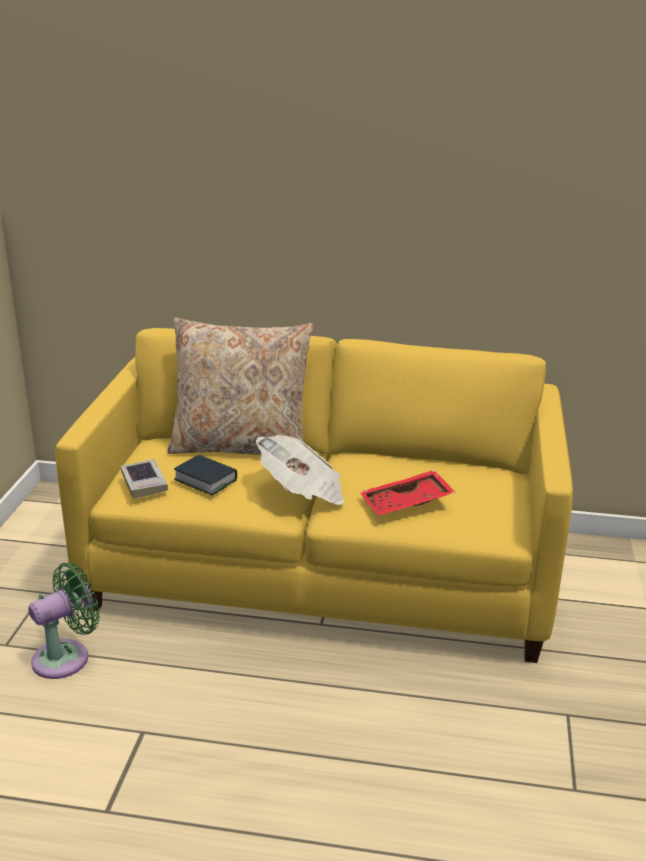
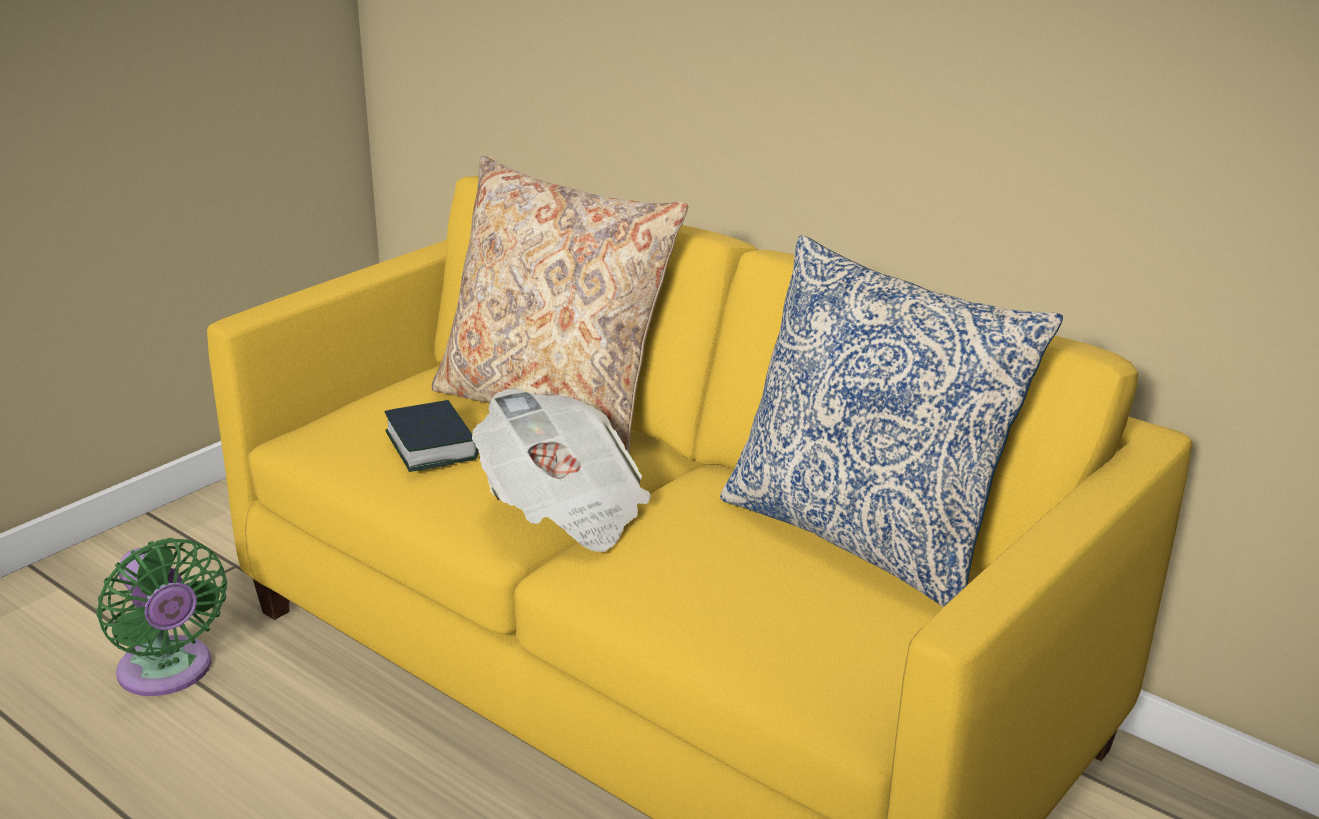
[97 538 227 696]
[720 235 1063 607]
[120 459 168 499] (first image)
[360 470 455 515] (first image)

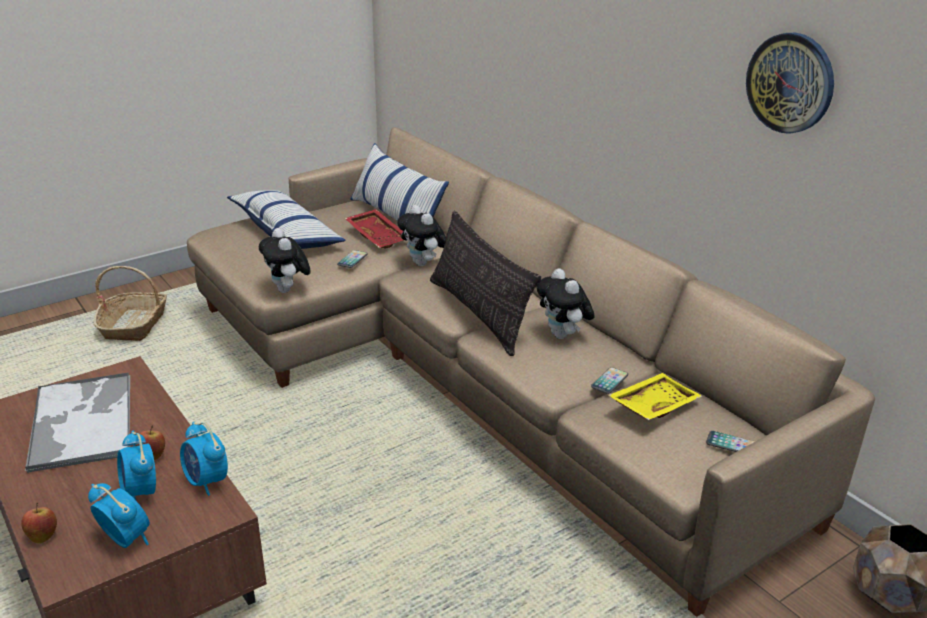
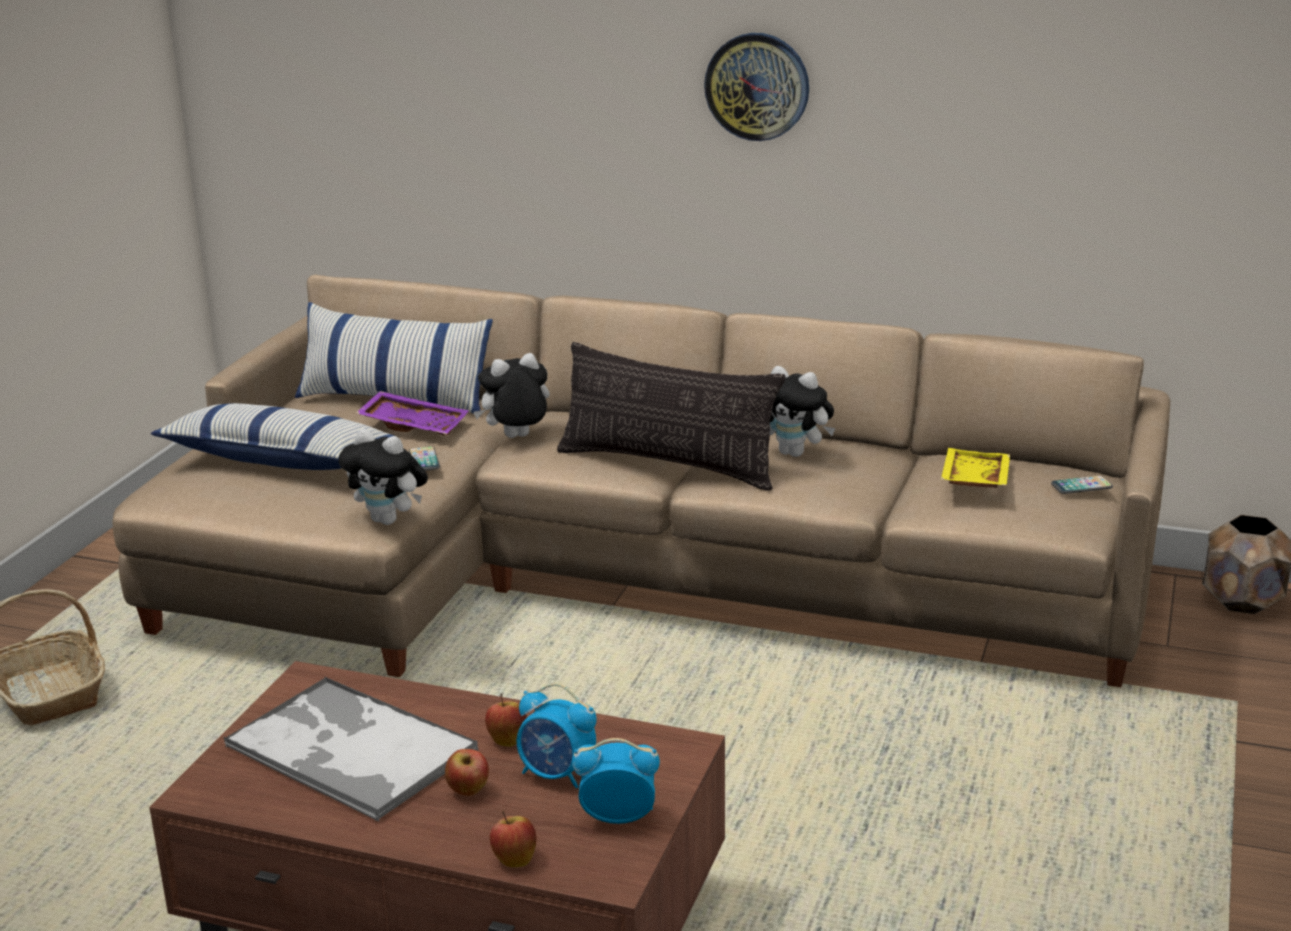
[356 391 469 435]
[445 749 489 796]
[473 353 550 438]
[704 33 809 141]
[180 422 228 496] (first image)
[591 367 628 394] (first image)

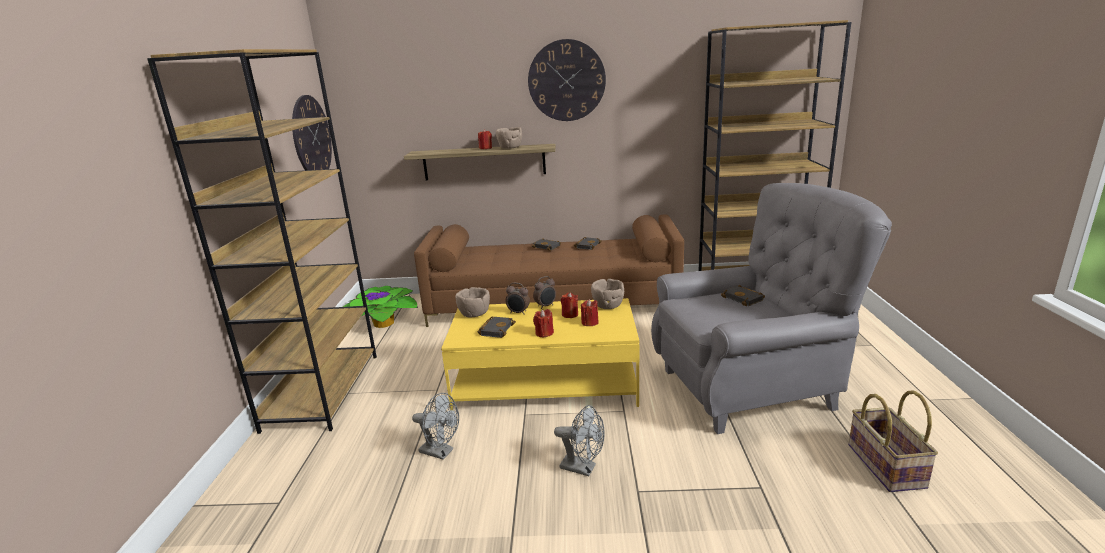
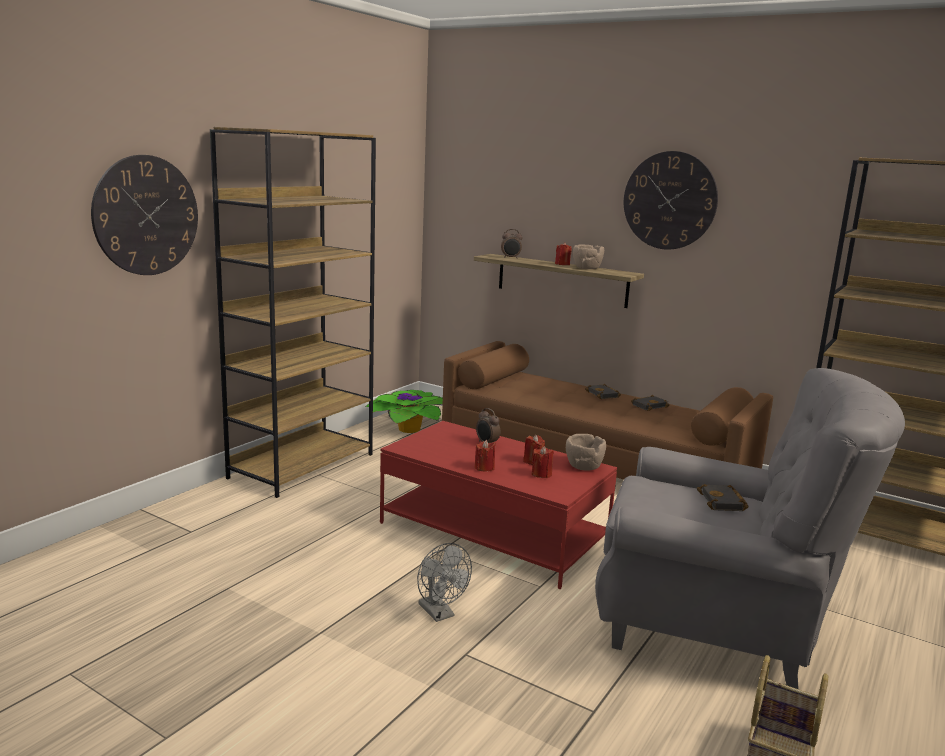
[91 155 198 275]
[380 421 617 589]
[501 229 523 259]
[412 393 459 460] (first image)
[455 287 490 318] (first image)
[478 316 516 338] (first image)

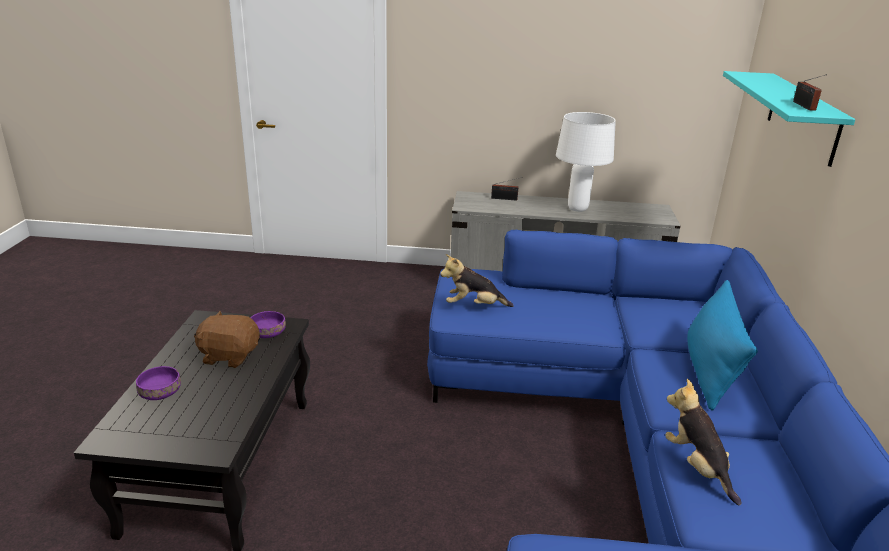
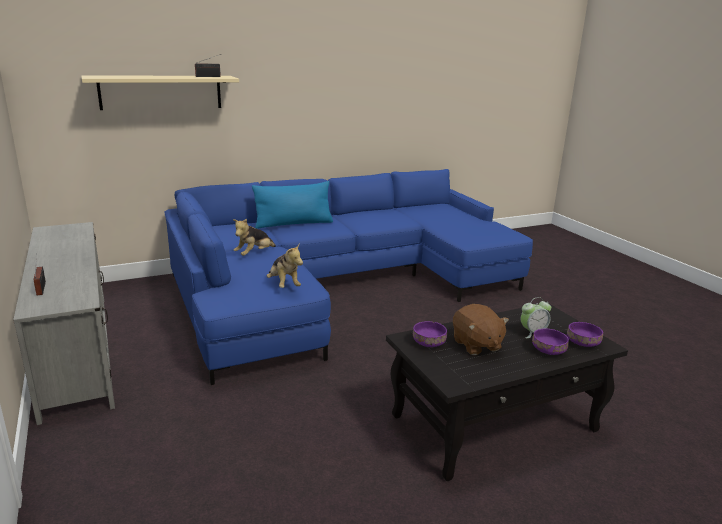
[81 75 239 110]
[233 218 276 256]
[521 297 551 338]
[567 322 603 347]
[556 112 616 212] (first image)

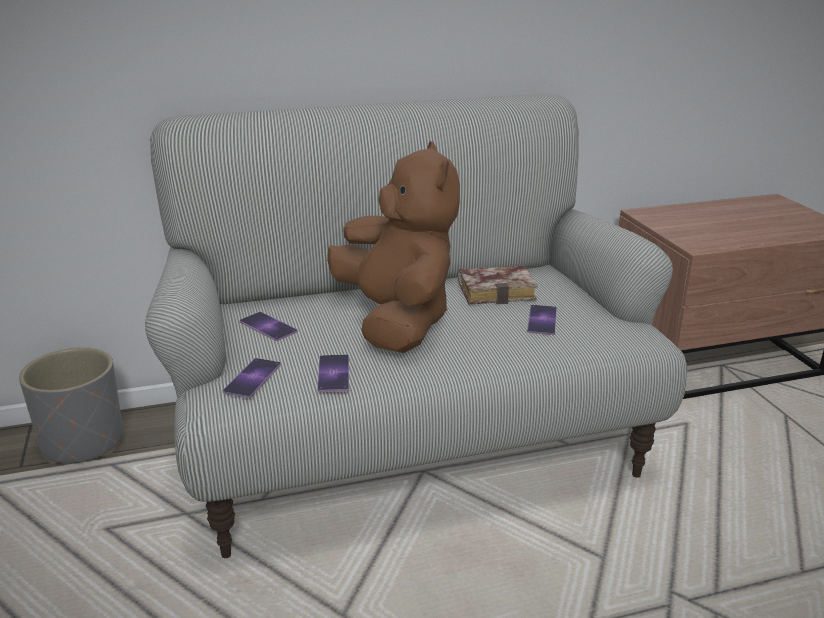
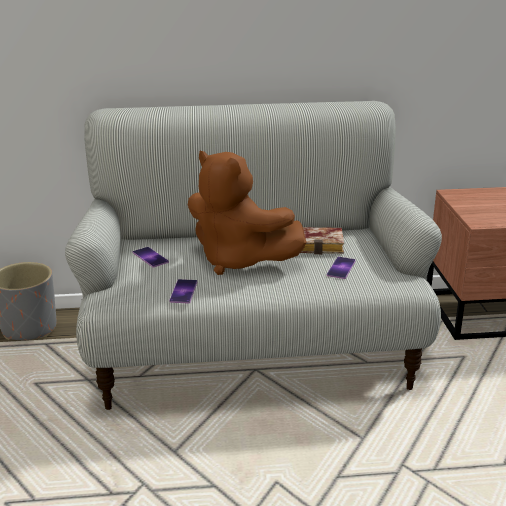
[188 151 307 275]
[223 358 281 398] (first image)

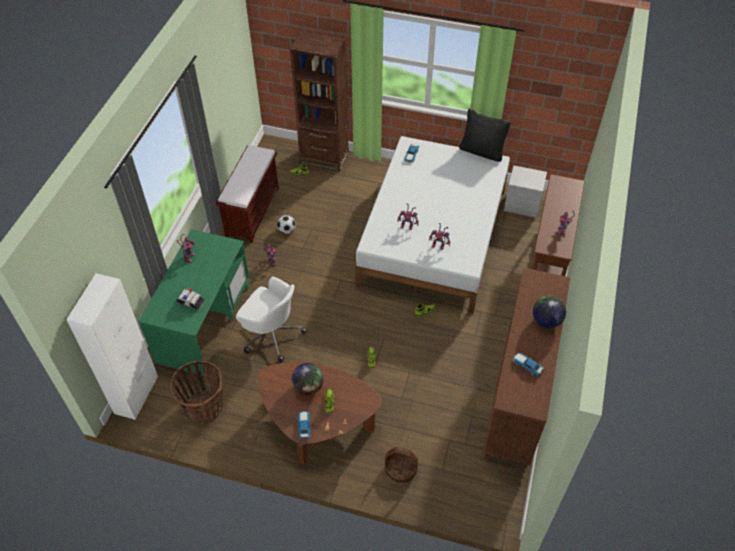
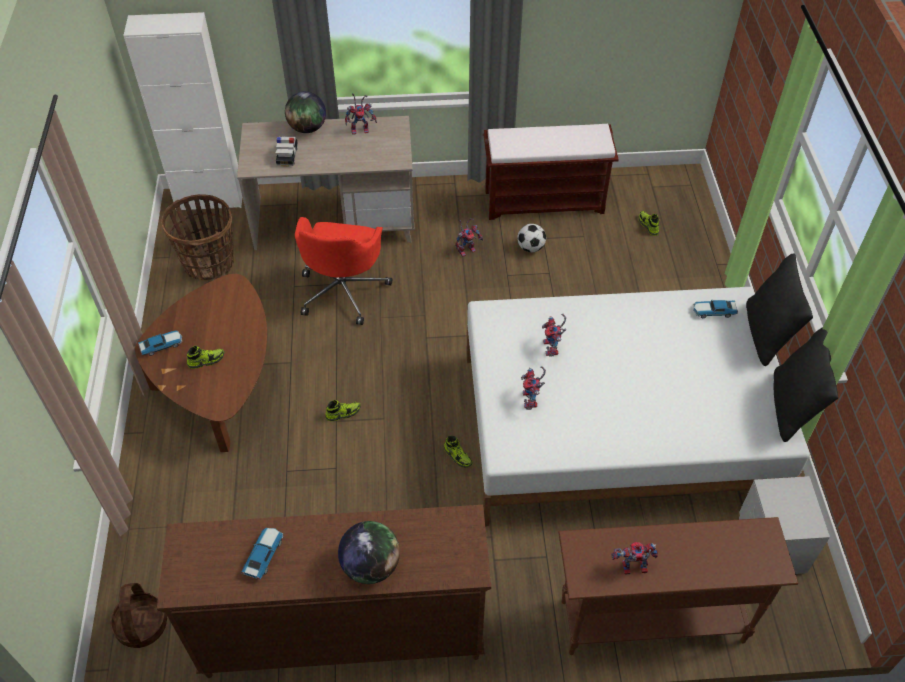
[110 583 167 648]
[237 116 415 250]
[285 91 326 133]
[295 217 392 325]
[746 253 813 366]
[290 30 349 171] (first image)

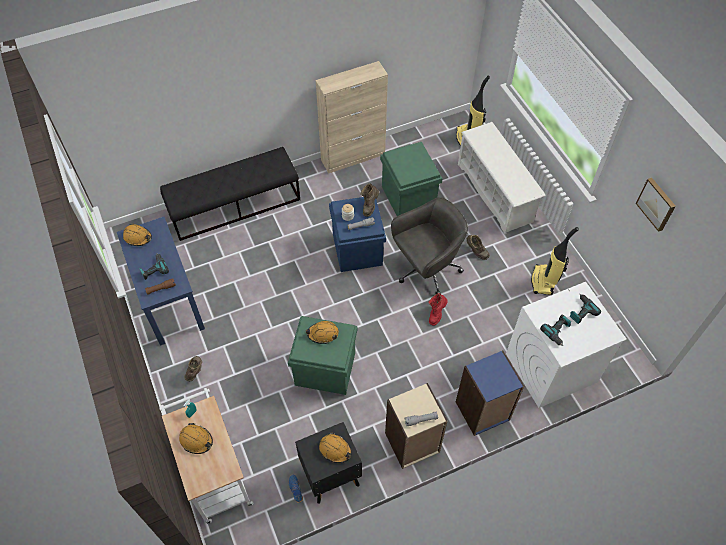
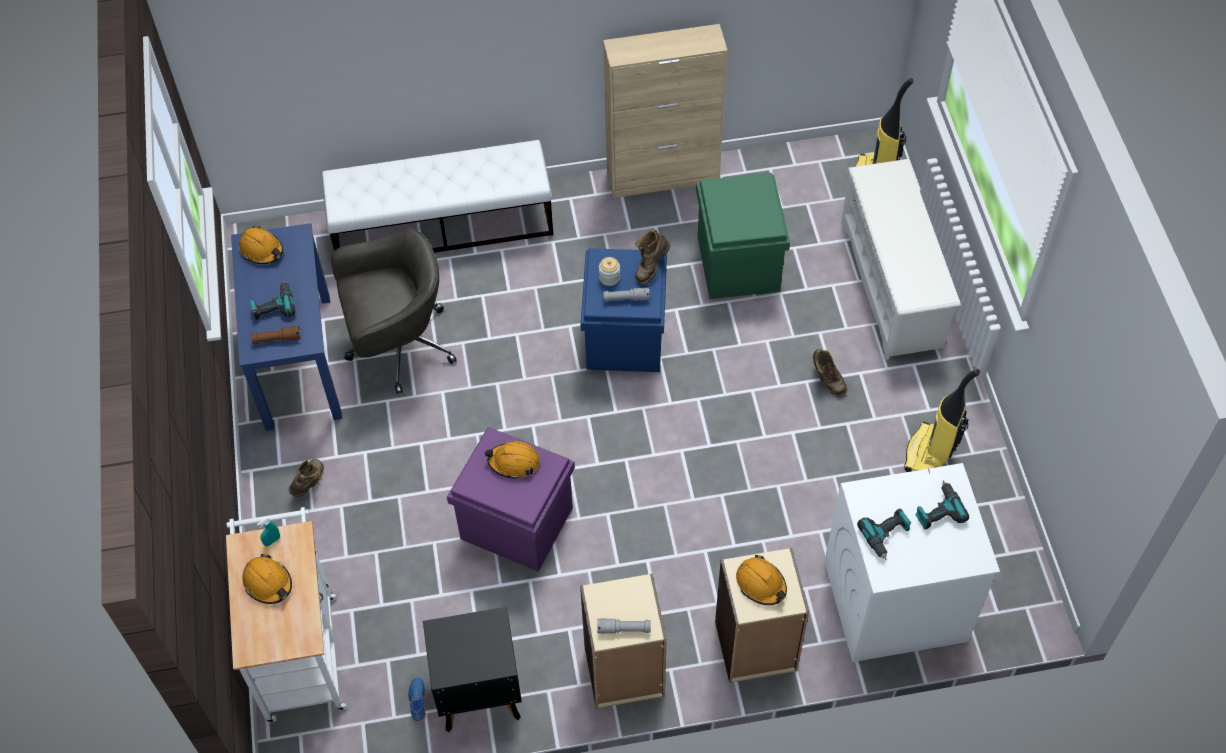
[322 140 553 253]
[331 228 457 394]
[447 427 575 572]
[715 548 809 683]
[736 555 787 605]
[428 293 448 325] (first image)
[636 177 676 232] (first image)

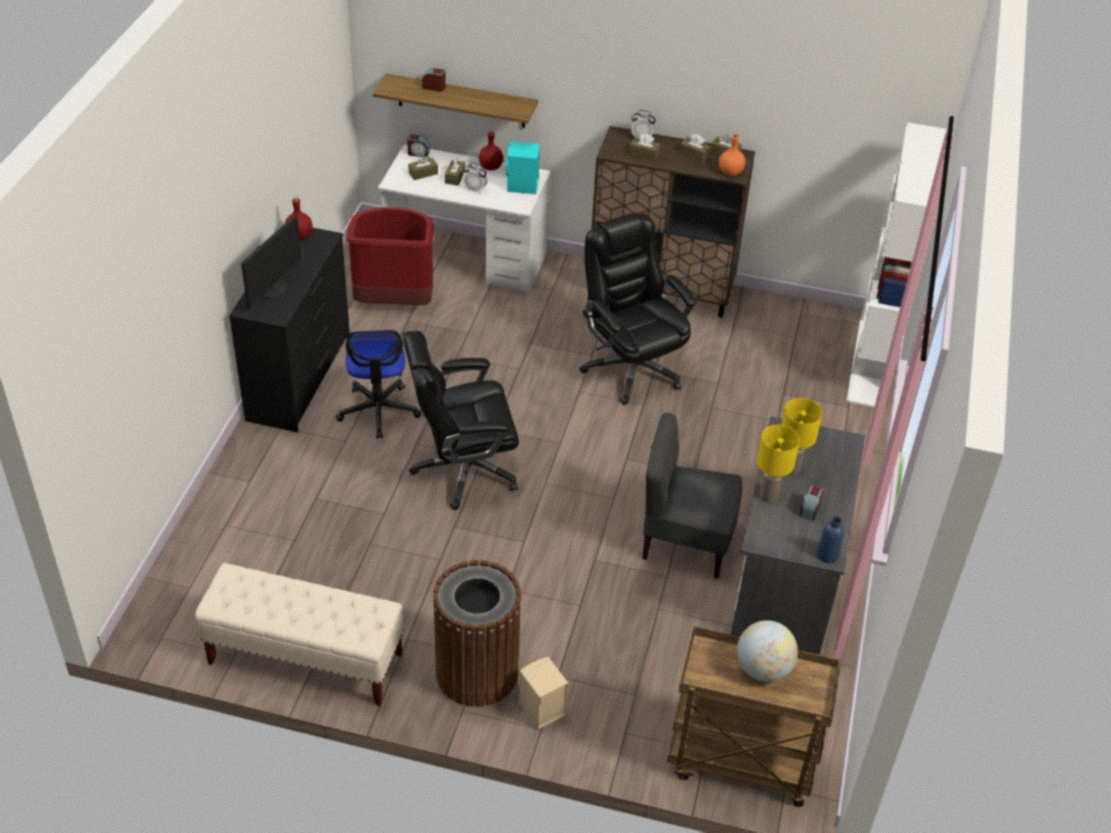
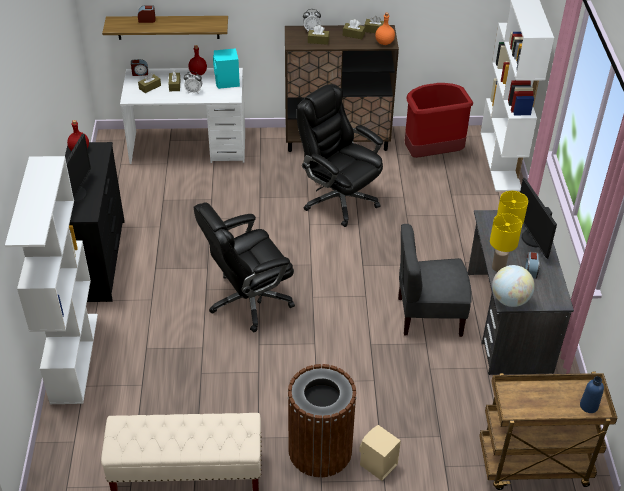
[5 156 98 404]
[405 83 473 158]
[492 265 535 307]
[520 178 557 259]
[580 376 604 413]
[336 330 422 439] (first image)

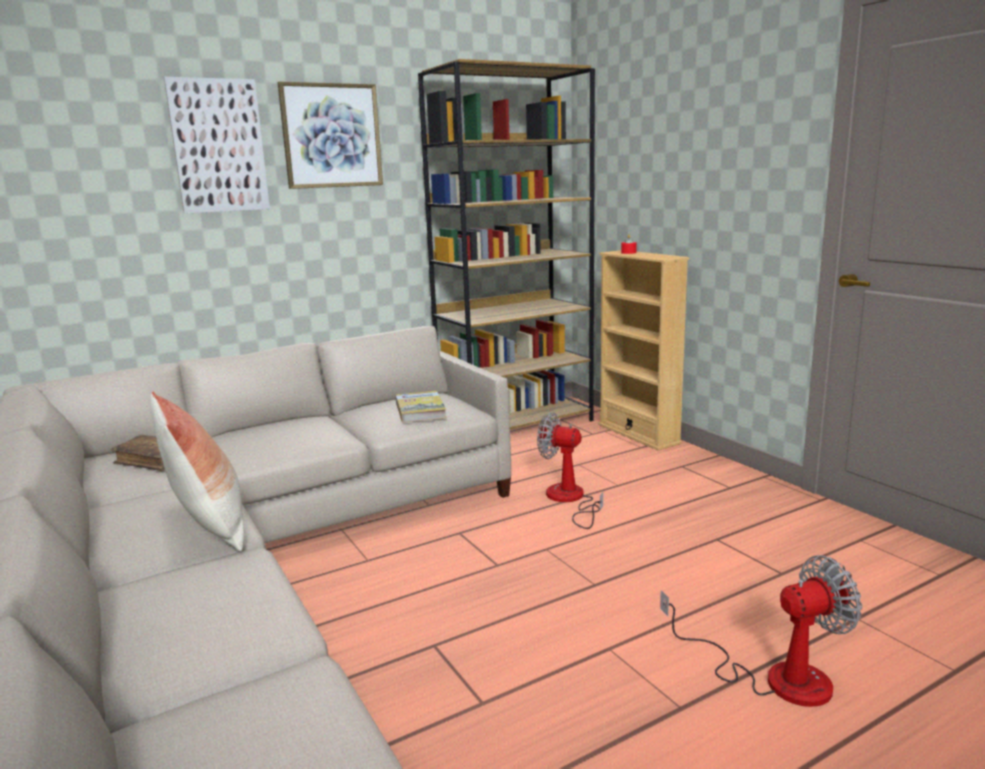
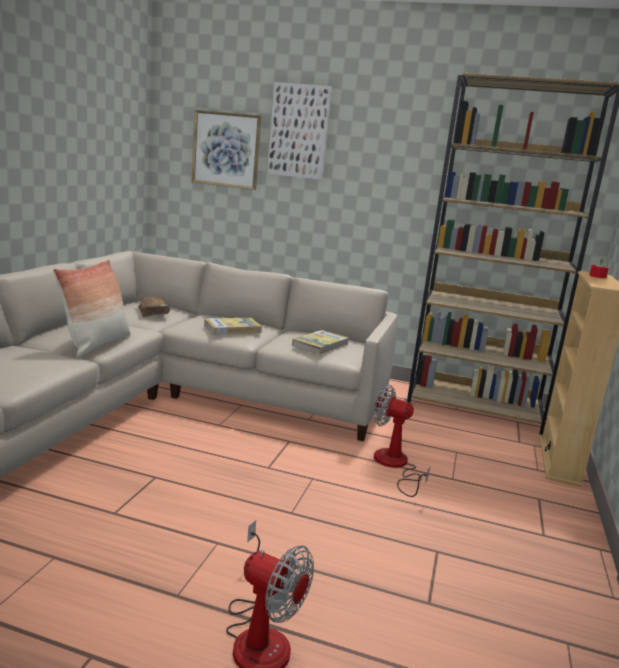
[192 110 262 190]
[204 318 262 335]
[373 385 431 497]

